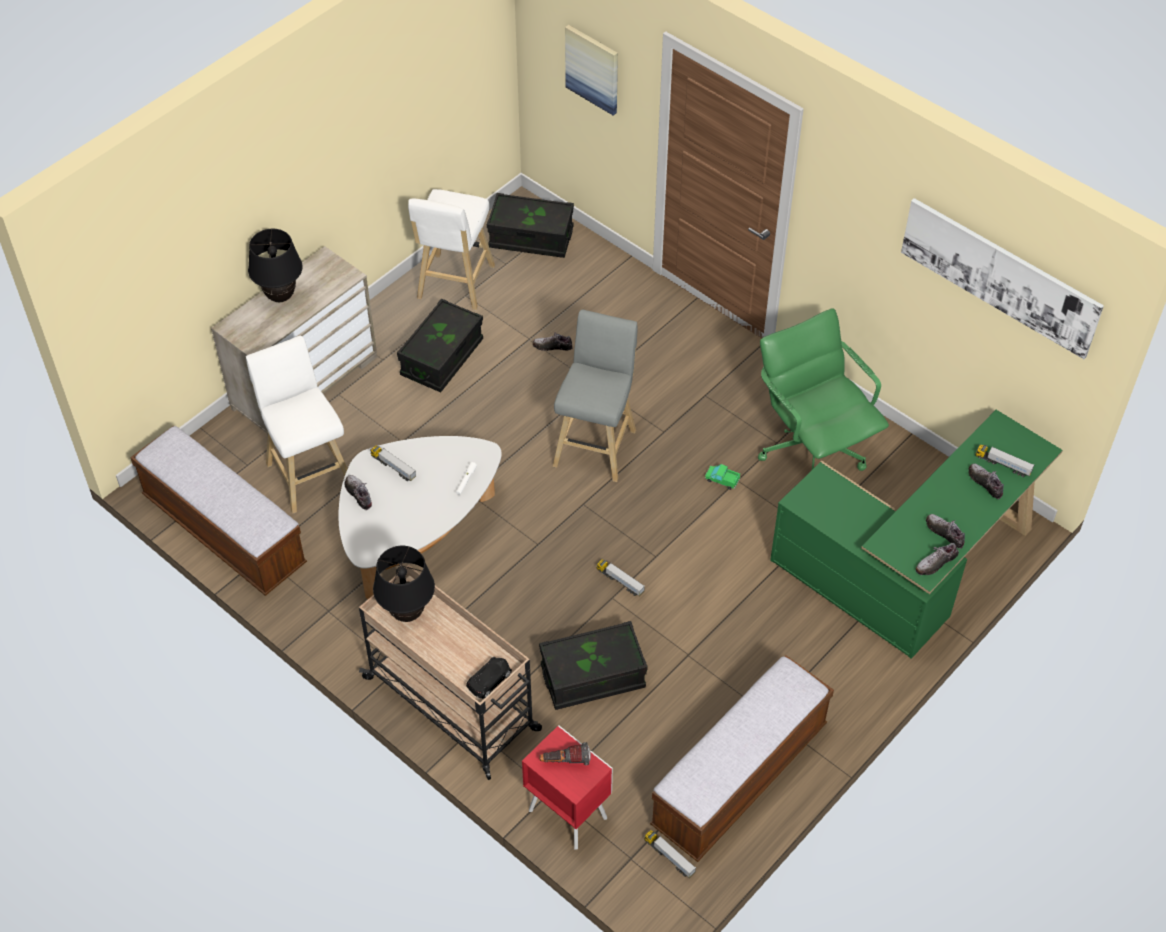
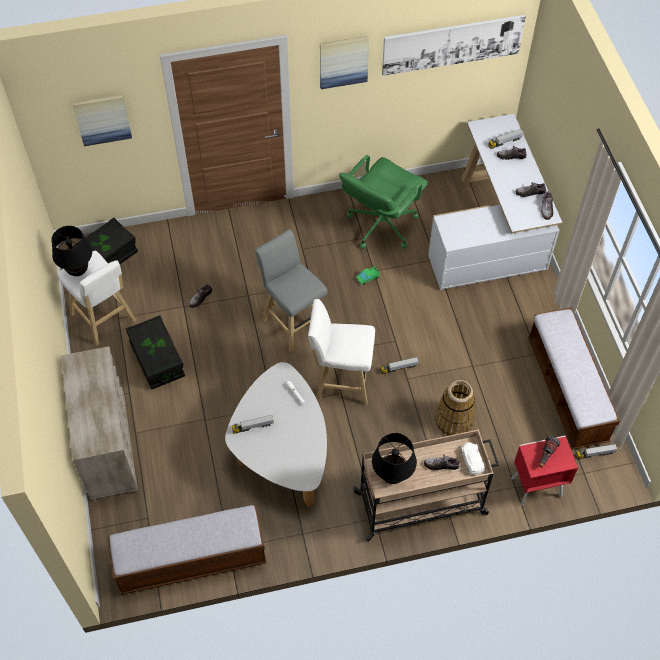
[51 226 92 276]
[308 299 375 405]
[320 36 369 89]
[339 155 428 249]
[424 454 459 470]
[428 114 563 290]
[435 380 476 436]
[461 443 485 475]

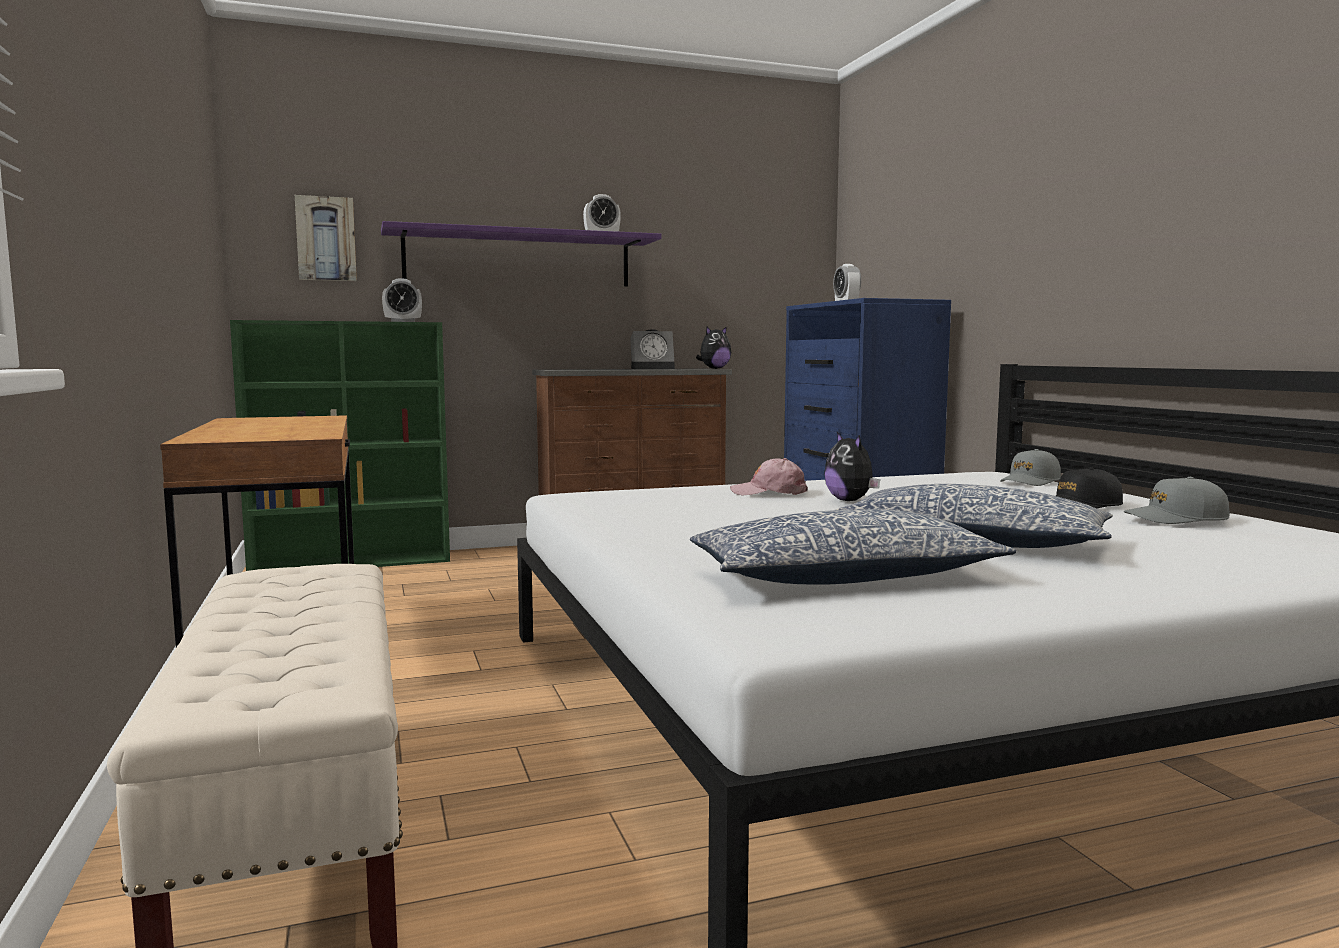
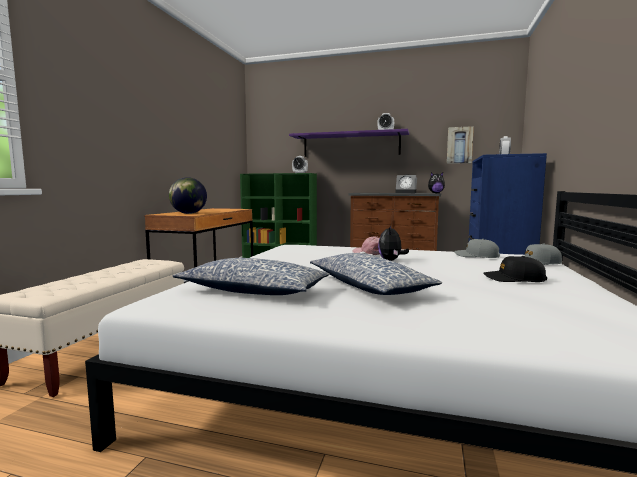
[169 177 207 214]
[447 126 474 164]
[454 239 500 258]

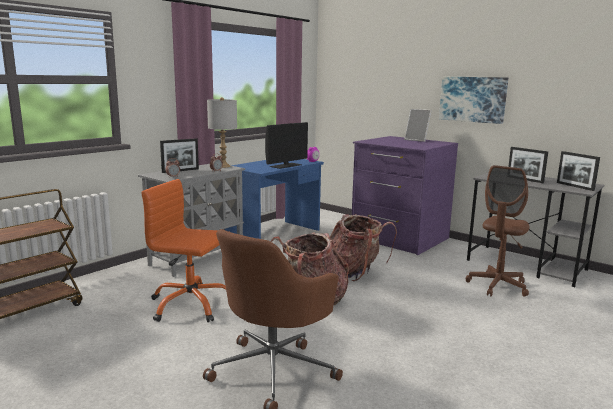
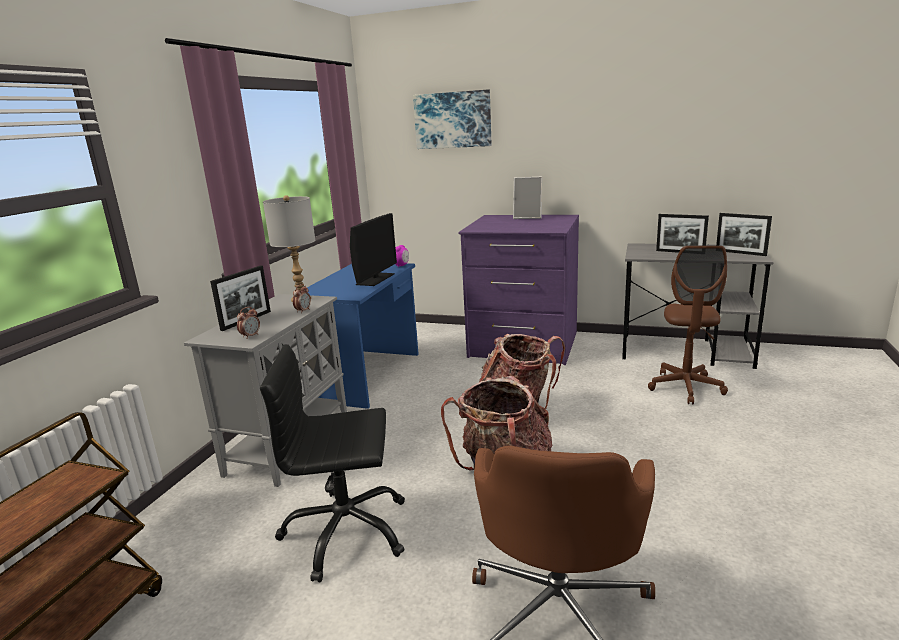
[260 344 405 582]
[413 90 491 149]

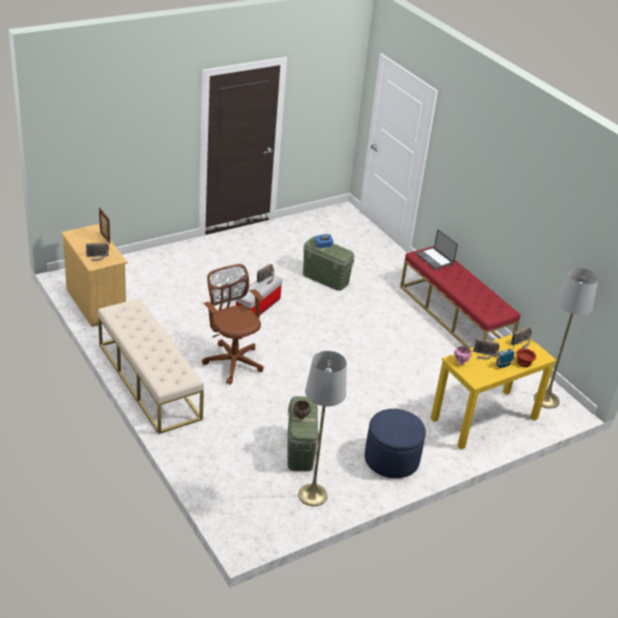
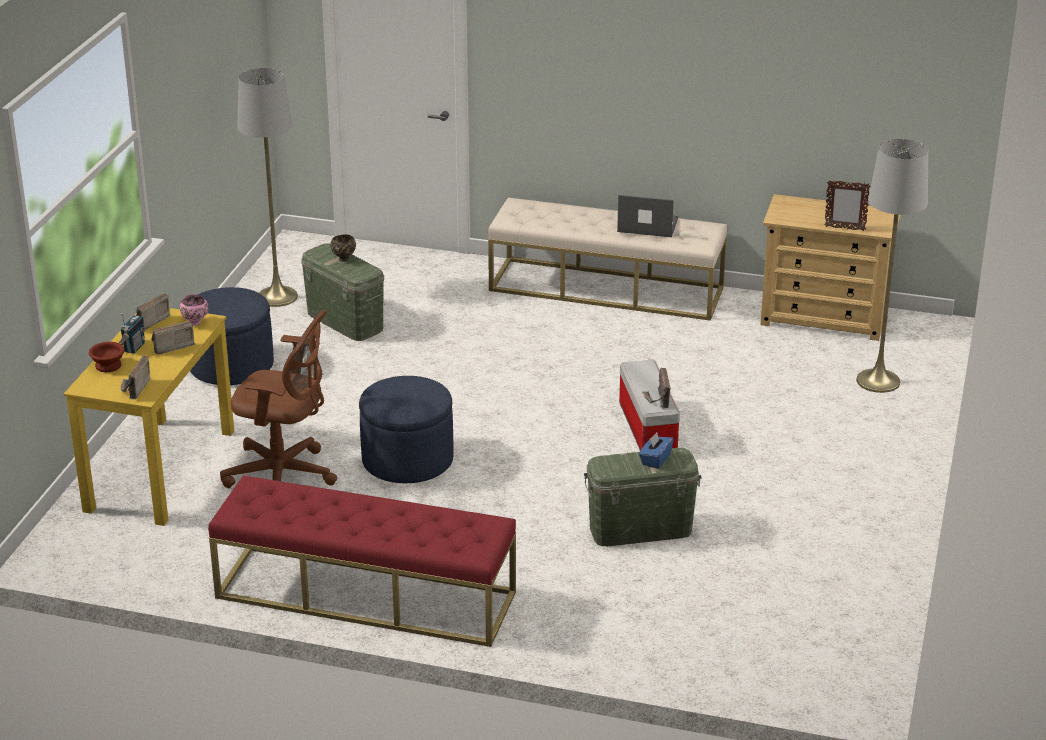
[135 293 170 330]
[220 310 337 488]
[359 376 453 483]
[617 195 678 237]
[856 139 928 393]

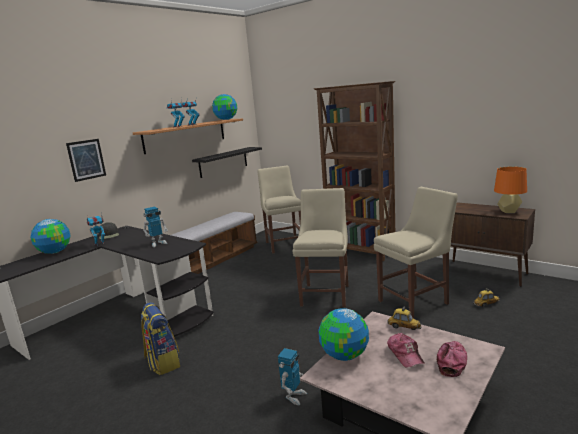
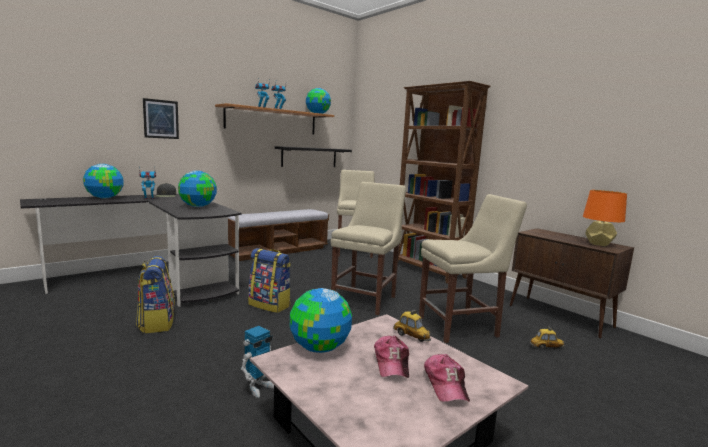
[178 171 217 207]
[248 248 291 313]
[424 354 470 402]

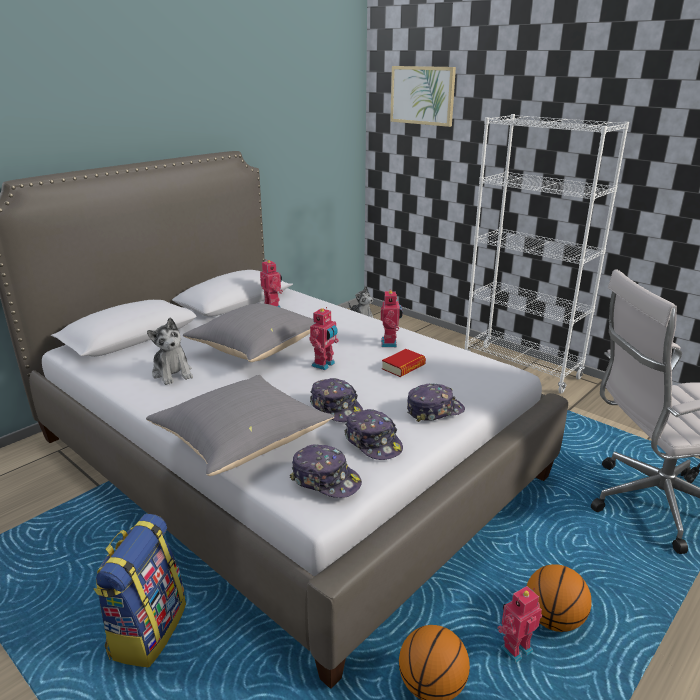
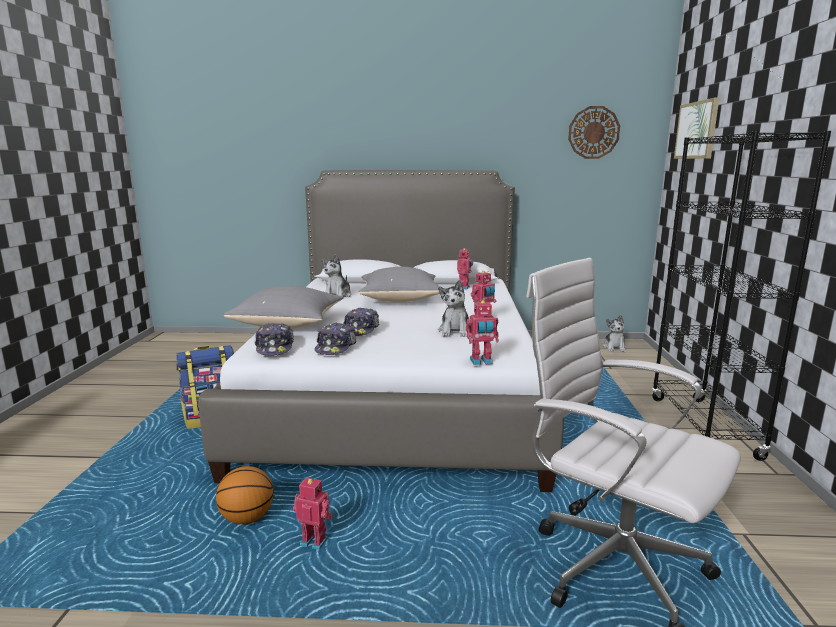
[438 280 469 337]
[466 300 499 365]
[568 106 620 159]
[652 131 831 461]
[407 384 465 422] (first image)
[527 564 592 632] (first image)

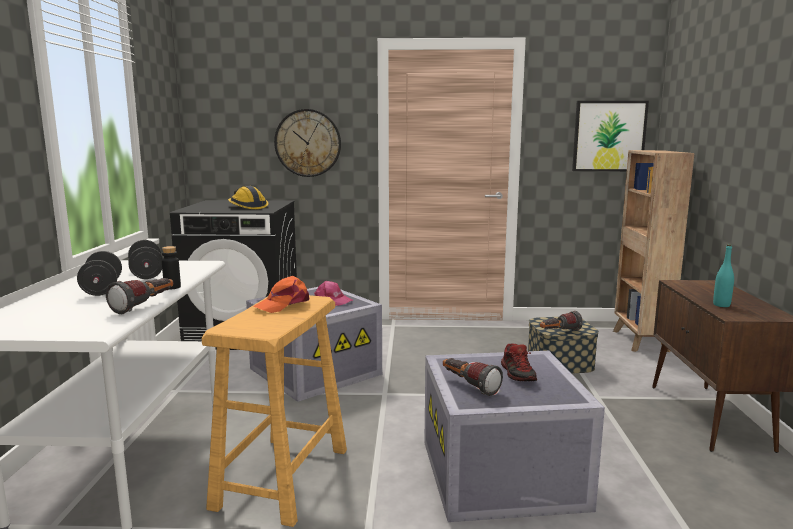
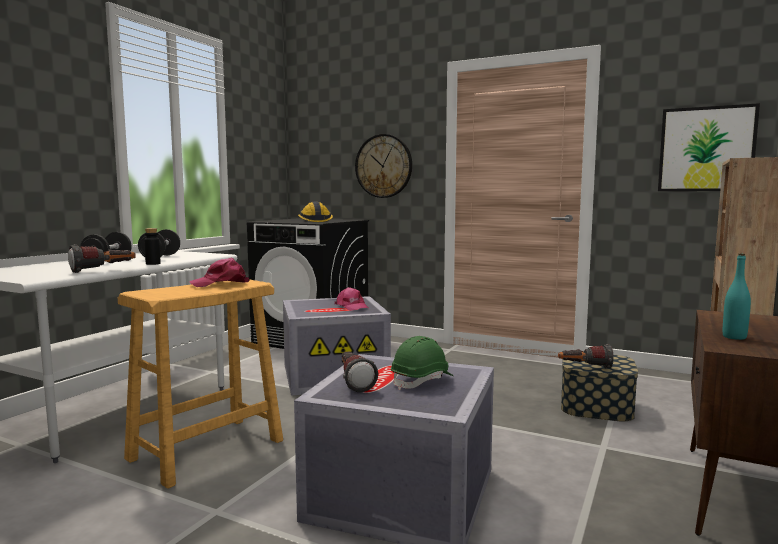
[189 258 250 287]
[391 336 454 390]

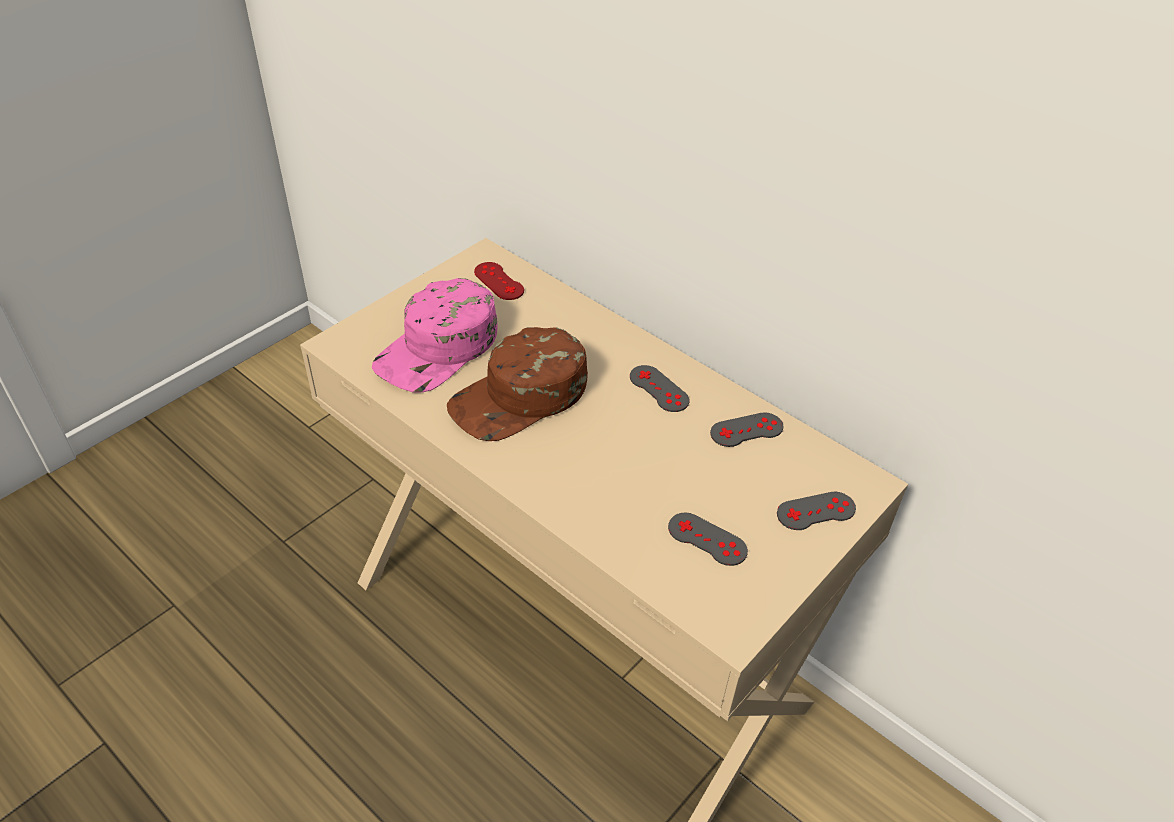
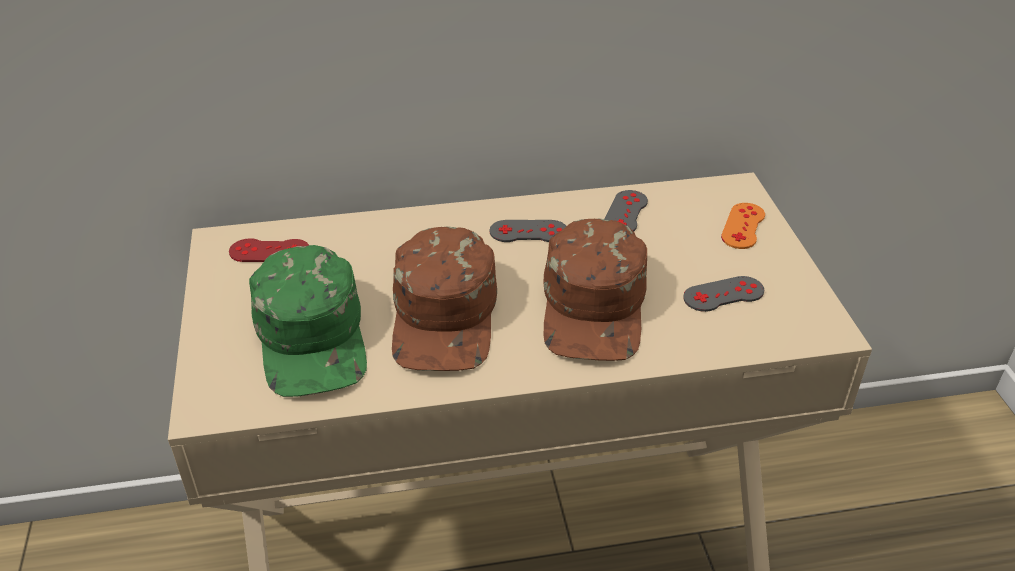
[249 245 367 397]
[544 218 647 361]
[721 203 765 249]

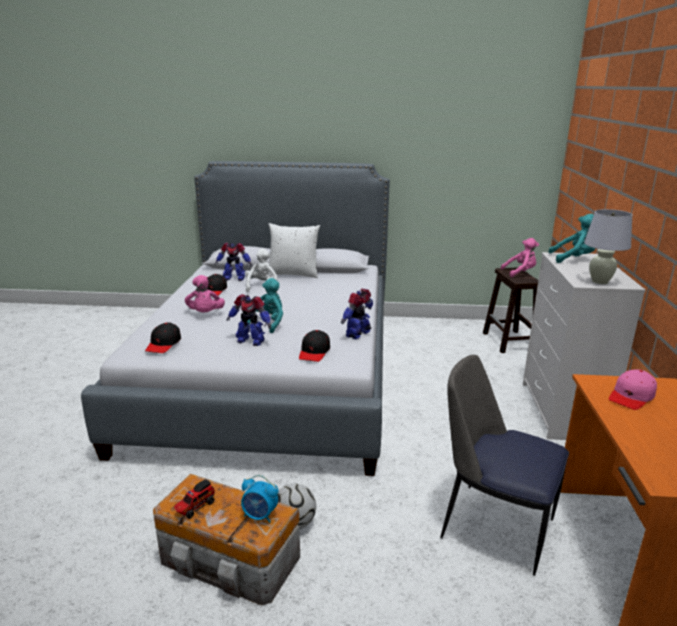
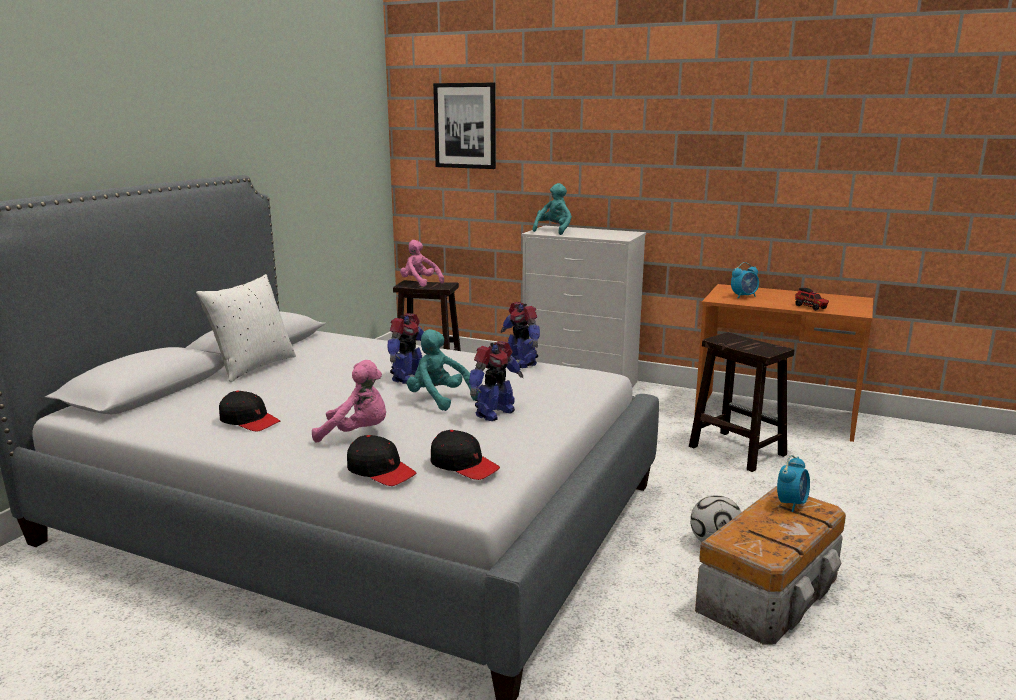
[347 435 416 486]
[387 313 424 384]
[400 240 444 287]
[433 83 496 169]
[689 332 794 472]
[731 262 759 299]
[795 288 829 311]
[245 248 277 292] (first image)
[584 209 633 284] (first image)

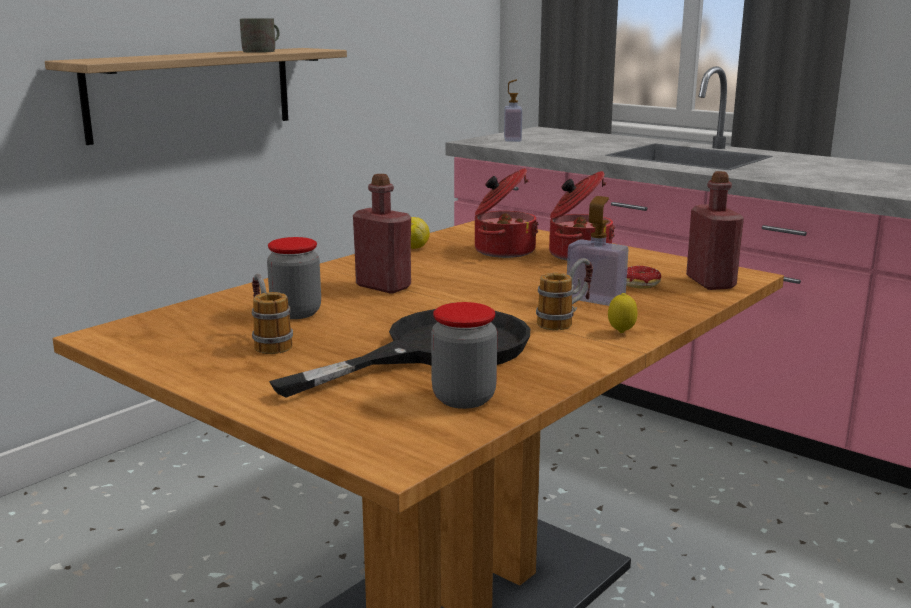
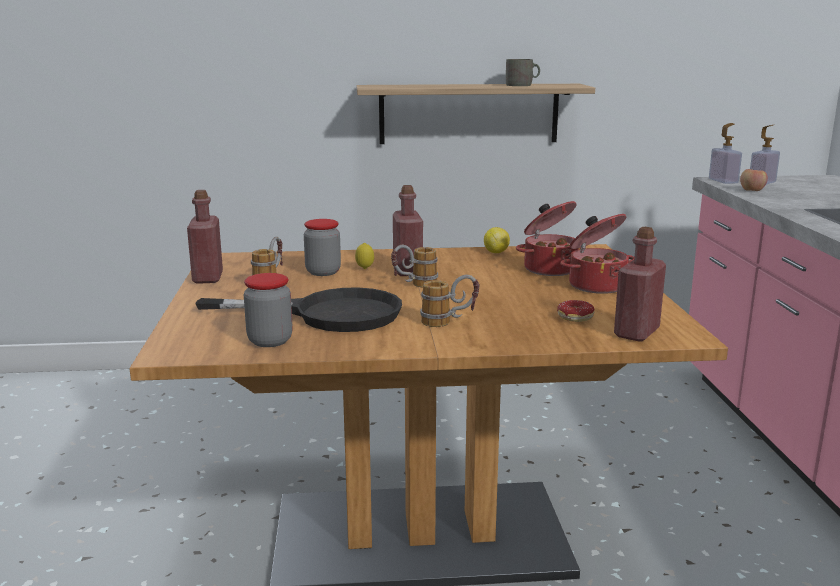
[187 190 223 284]
[355 243 374 269]
[391 245 438 287]
[709 123 742 184]
[740 169 768 191]

